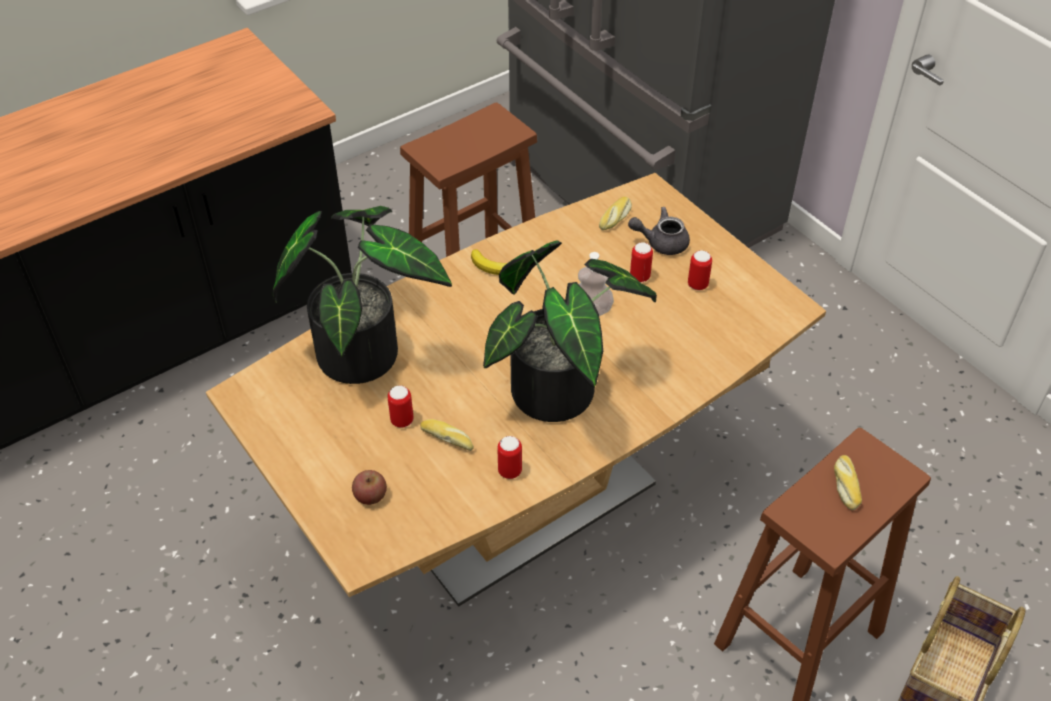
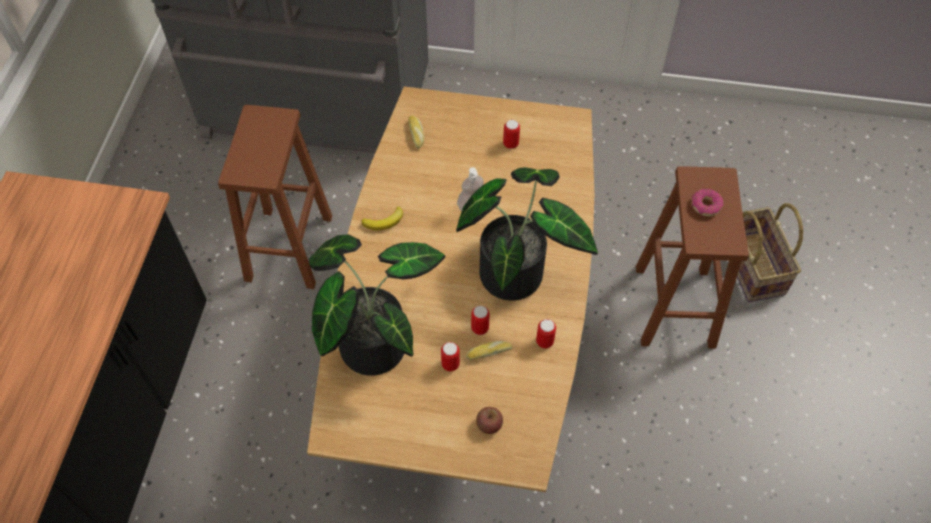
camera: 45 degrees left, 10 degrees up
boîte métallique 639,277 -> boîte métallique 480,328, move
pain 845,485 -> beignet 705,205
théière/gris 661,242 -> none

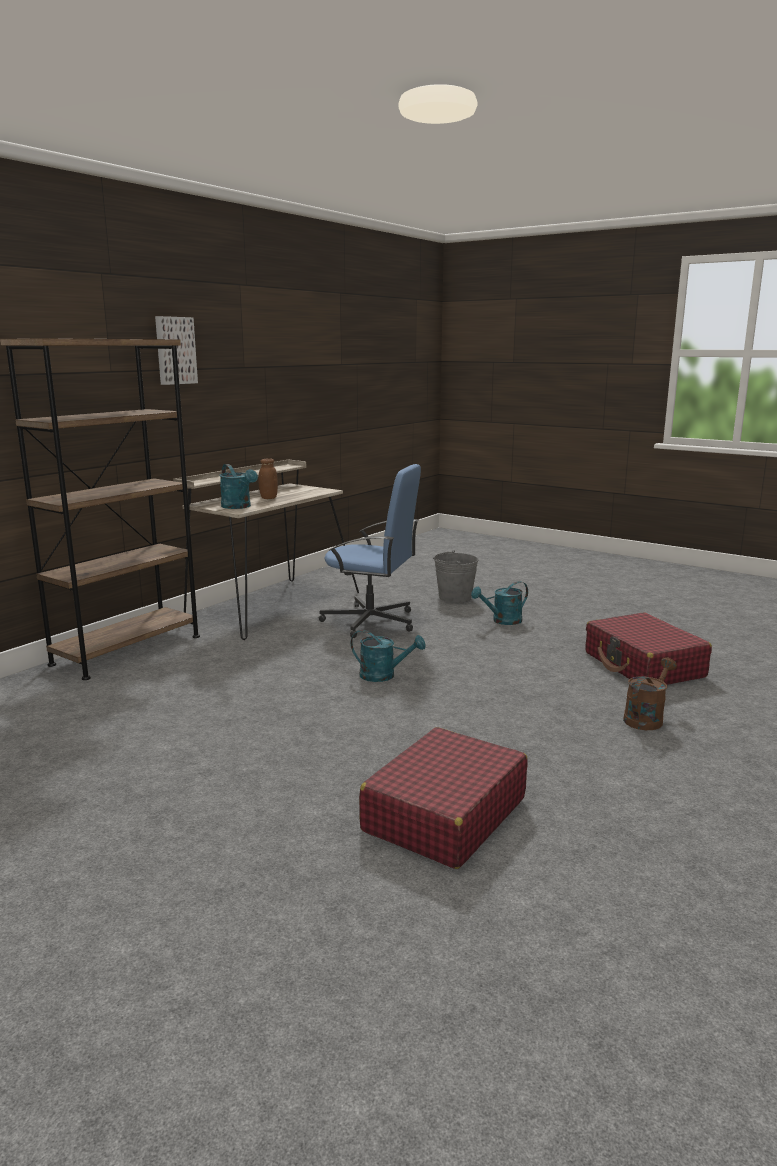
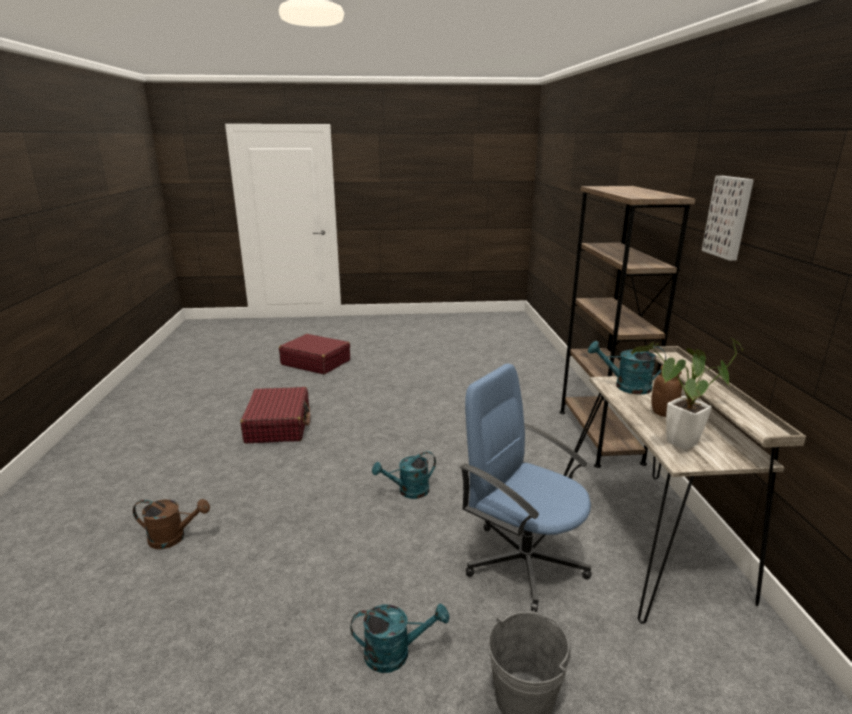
camera: 140 degrees right, 5 degrees up
arrosoir/marron 646,718 -> arrosoir/marron 173,538, 90 degrees counterclockwise
valise/rouge 643,665 -> valise/rouge 315,362, move
arrosoir/turquoise 502,621 -> arrosoir/turquoise 395,653, 60 degrees clockwise
chaise de bureau/bleu 371,621 -> chaise de bureau/bleu 523,561, 60 degrees clockwise
none -> plante en pot 677,445

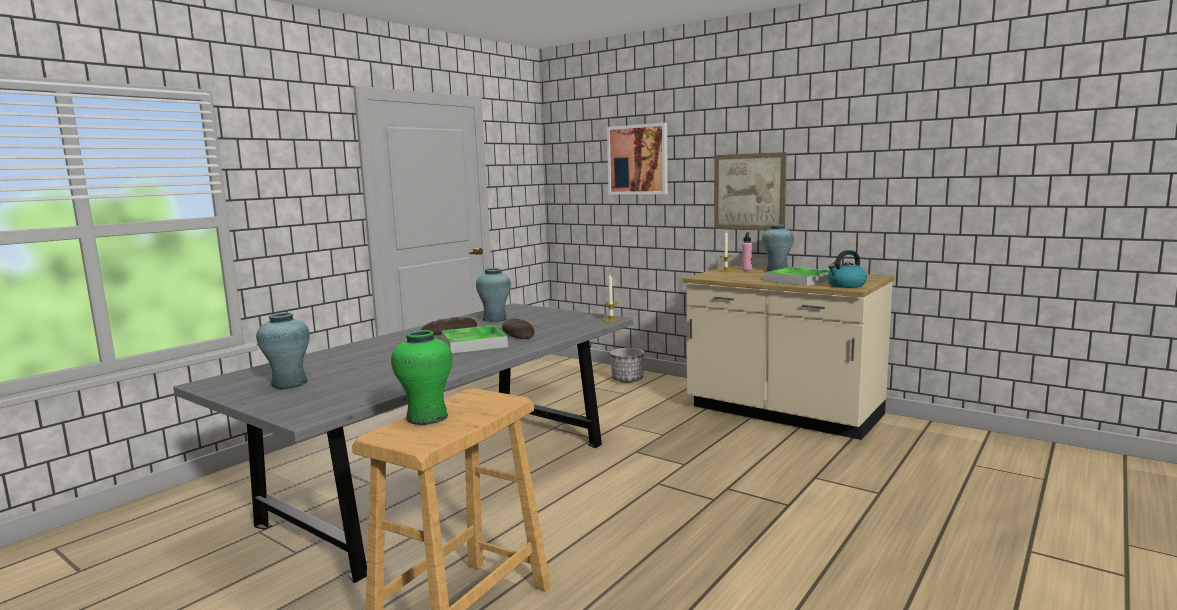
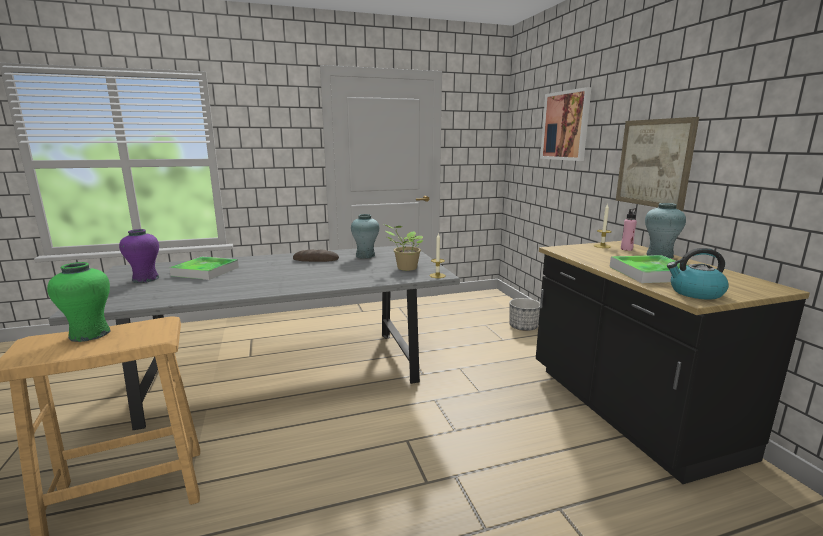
camera: 35 degrees right, 5 degrees up
vase/turquoise 289,384 -> vase/violet 145,279
plateau 474,344 -> plateau 205,271, move
none -> plante en pot 405,268
comptoir de cuisine/beige 783,412 -> comptoir de cuisine/noir 628,410
pain 518,333 -> none

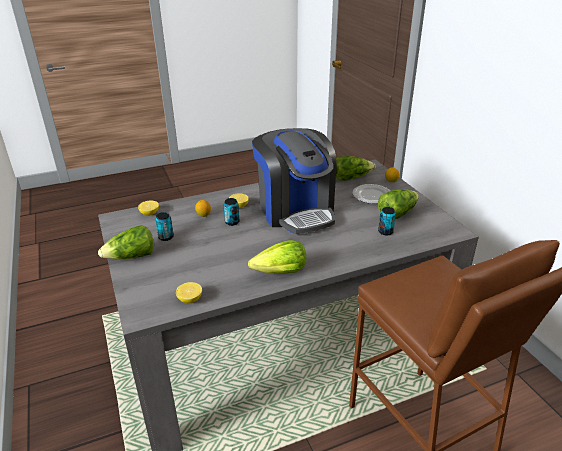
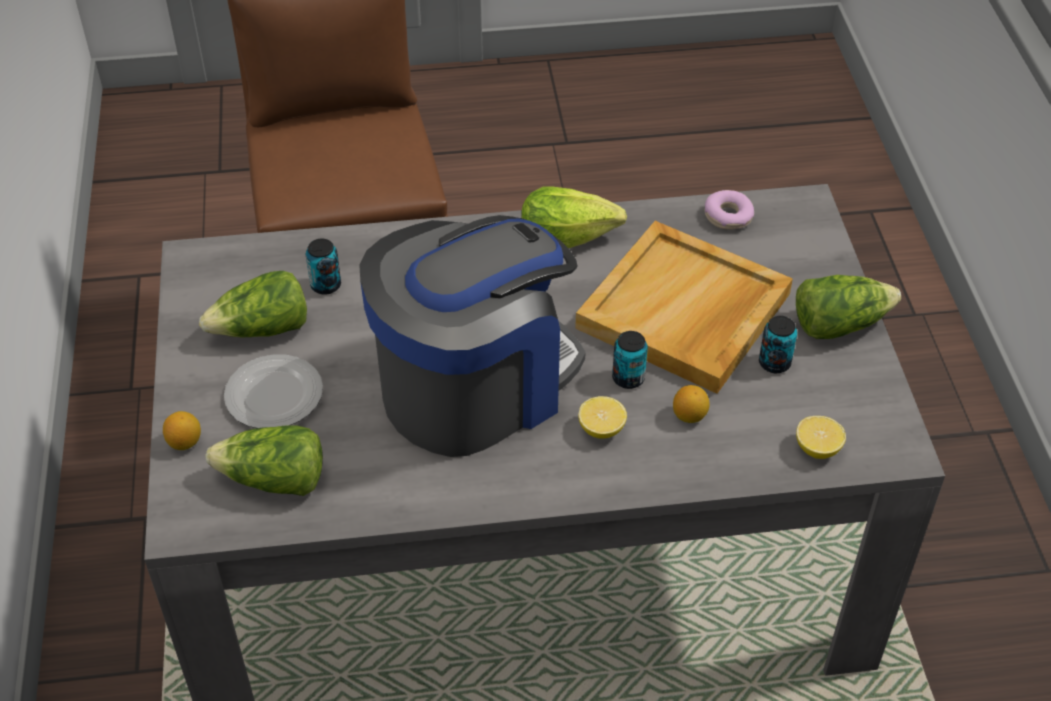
camera: 165 degrees left, 15 degrees up
machine à café 295,210 -> machine à café 475,385, 60 degrees clockwise
none -> plateau/beige 684,312
citron 190,299 -> beignet 728,216

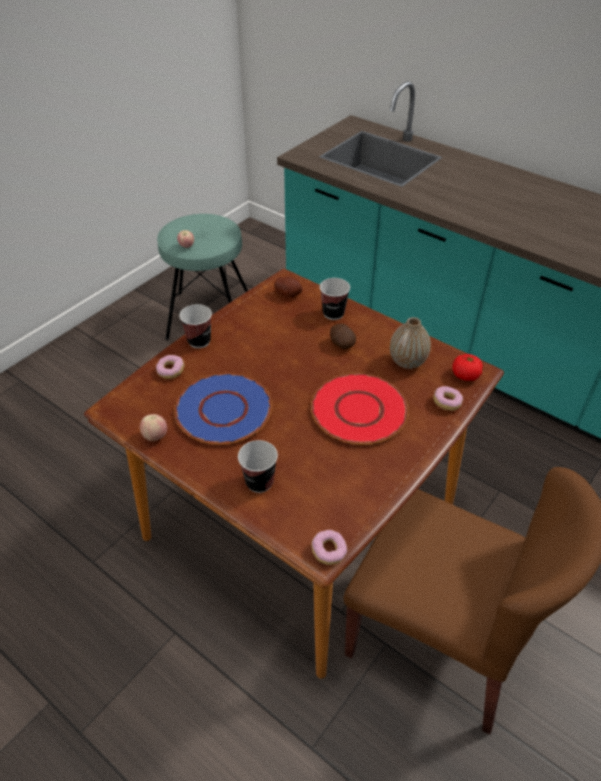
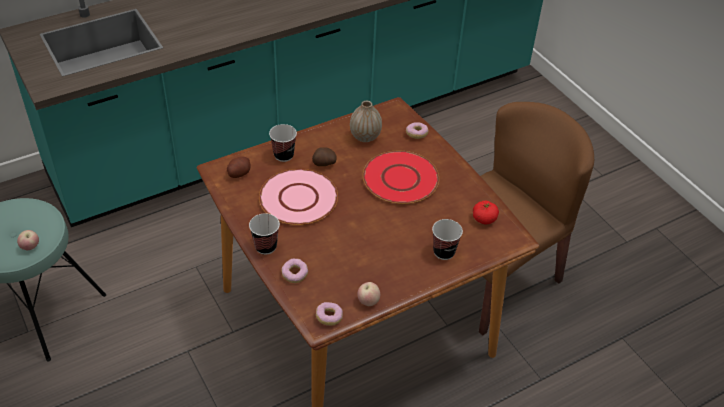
camera: 70 degrees left, 0 degrees up
none -> assiette/rose 298,198
beignet 329,551 -> beignet 329,317, move
tomate 465,375 -> tomate 484,219, move
assiette/bleu 223,409 -> none

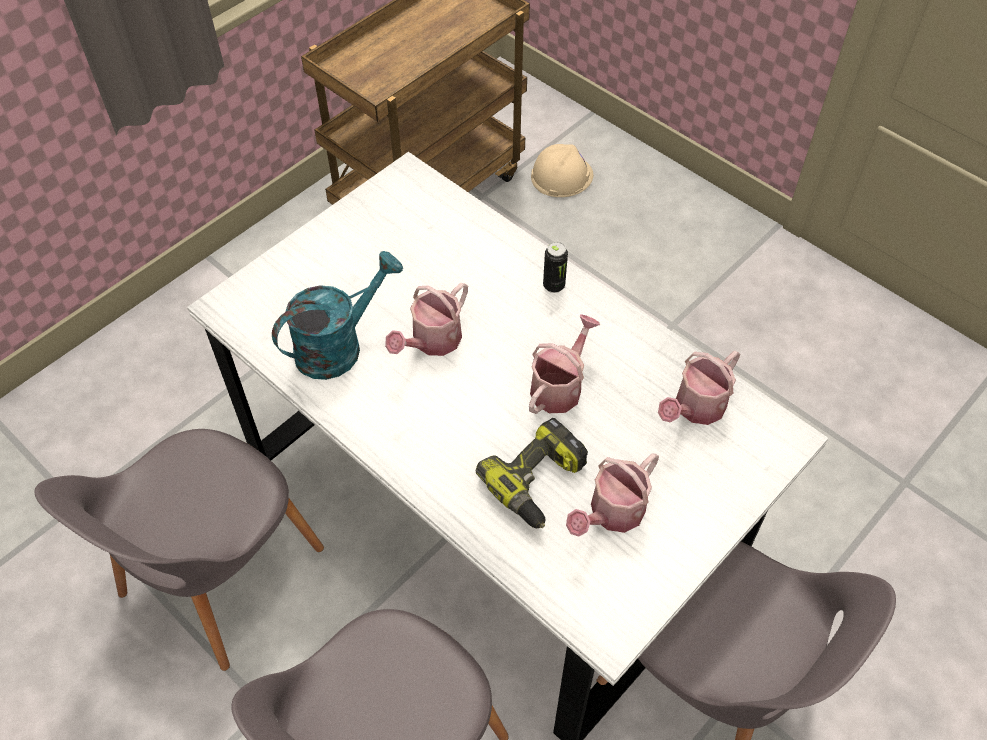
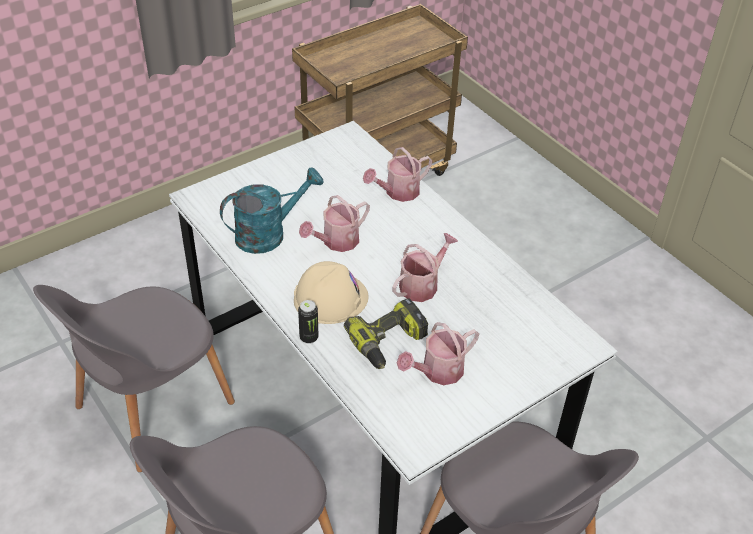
camera: 10 degrees right, 10 degrees down
casque de chantier/beige 561,176 -> casque de chantier/beige 330,298, move
boîte métallique 553,286 -> boîte métallique 309,337, move
arrosoir 695,408 -> arrosoir 398,192, move

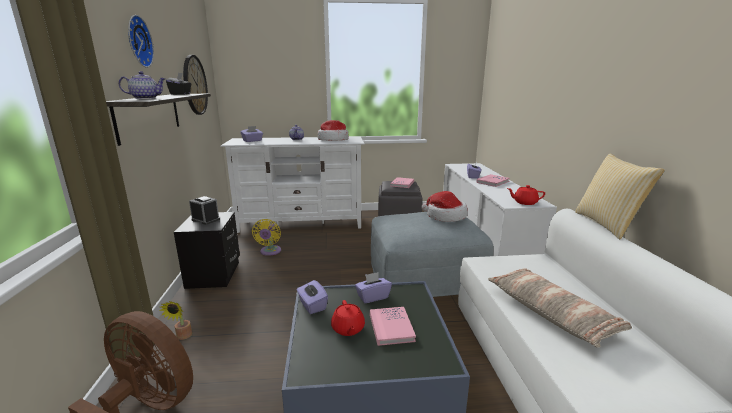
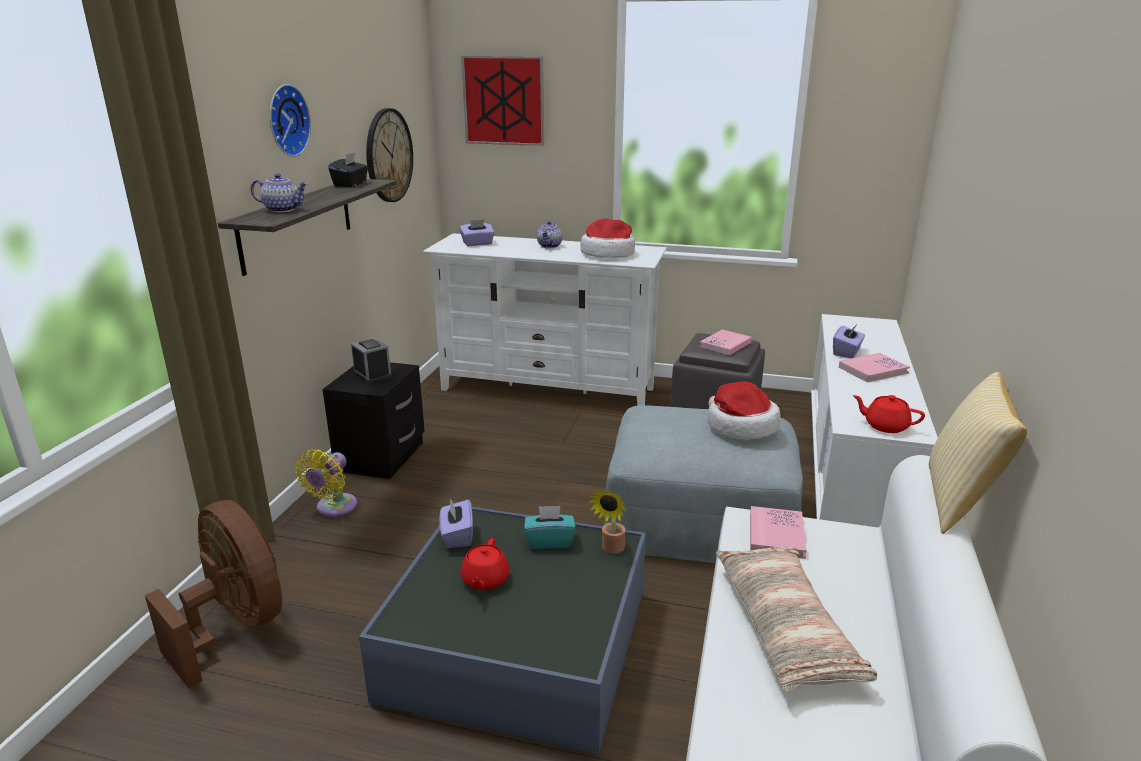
camera: 20 degrees right, 5 degrees up
ventilateur/jaune 270,252 -> ventilateur/jaune 334,508, move
none -> tableau 503,100
boîte à mouchoirs/violet 372,297 -> boîte à mouchoirs/turquoise 549,541
plante en pot 182,337 -> plante en pot 611,549, move
livre/rose 391,327 -> livre/rose 776,535, move

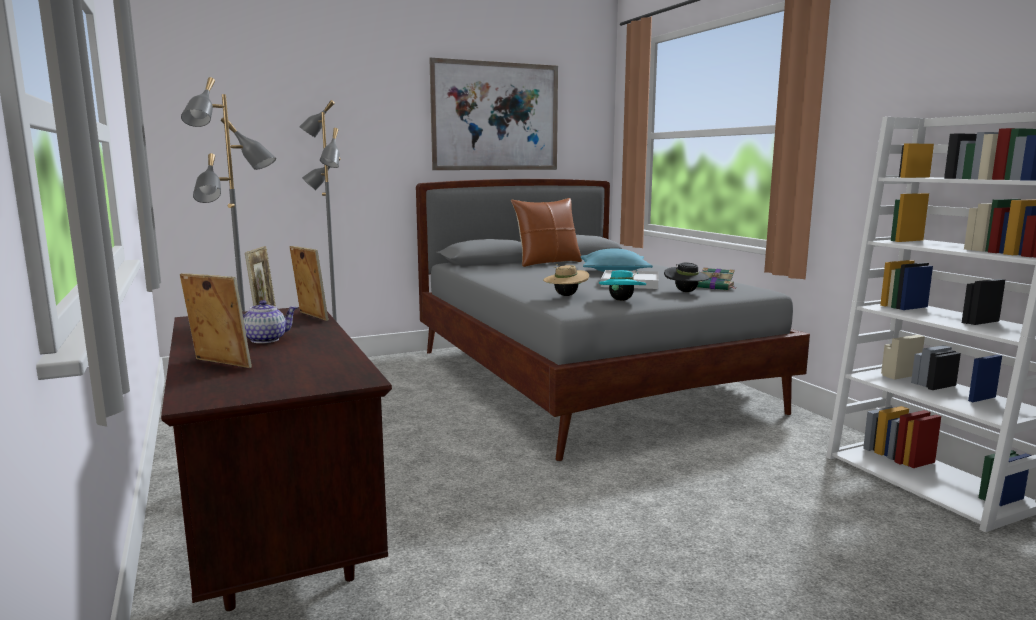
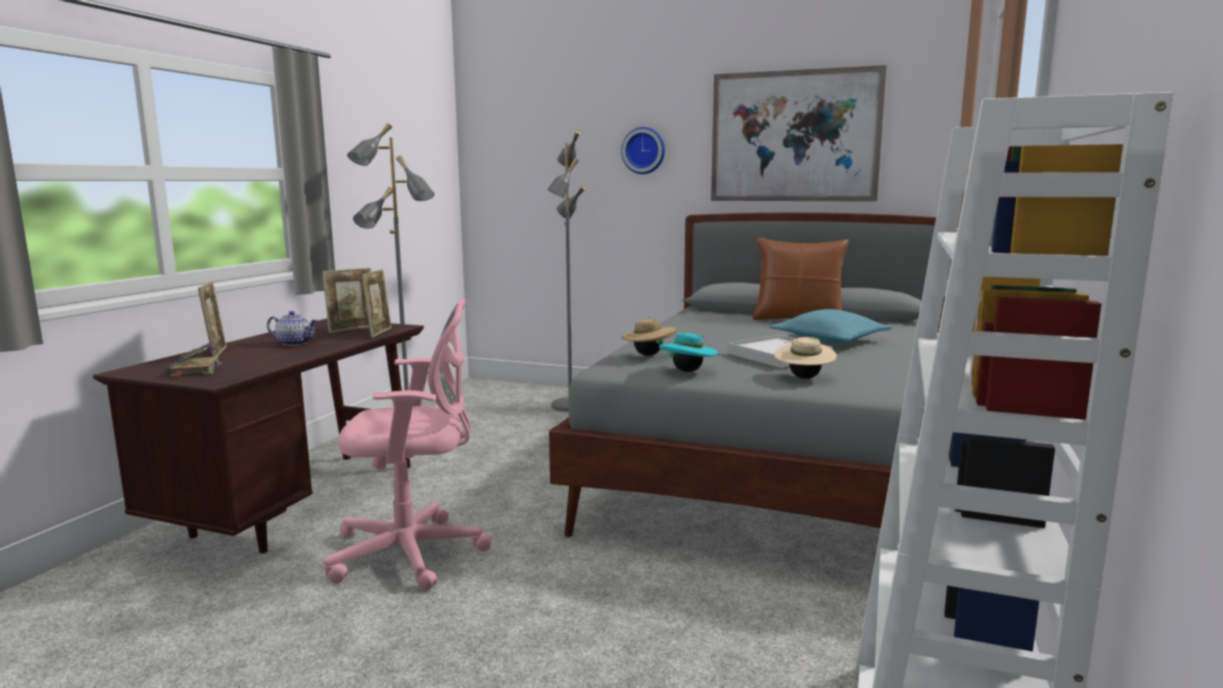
camera: 45 degrees right, 0 degrees up
livre 716,287 -> livre 195,370, move
none -> chaise de bureau/rose 414,553
none -> horloge murale 644,150
chapeau/noir 685,292 -> chapeau/beige 803,377

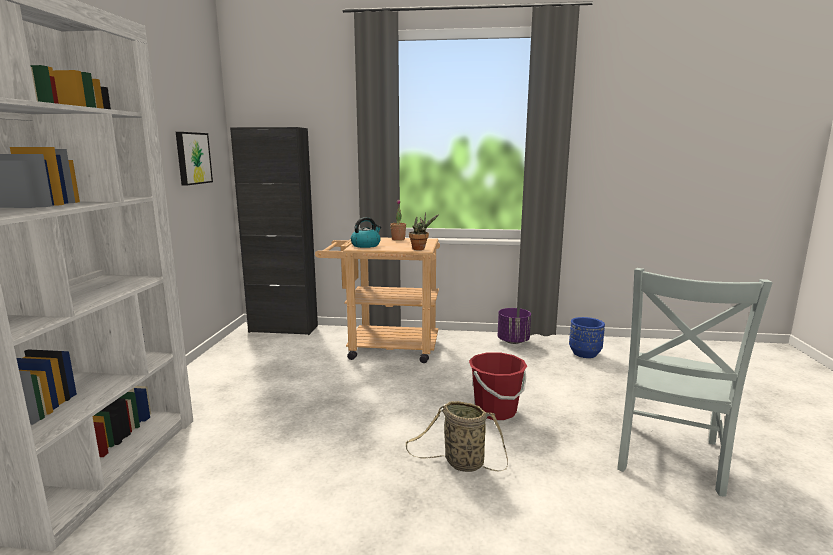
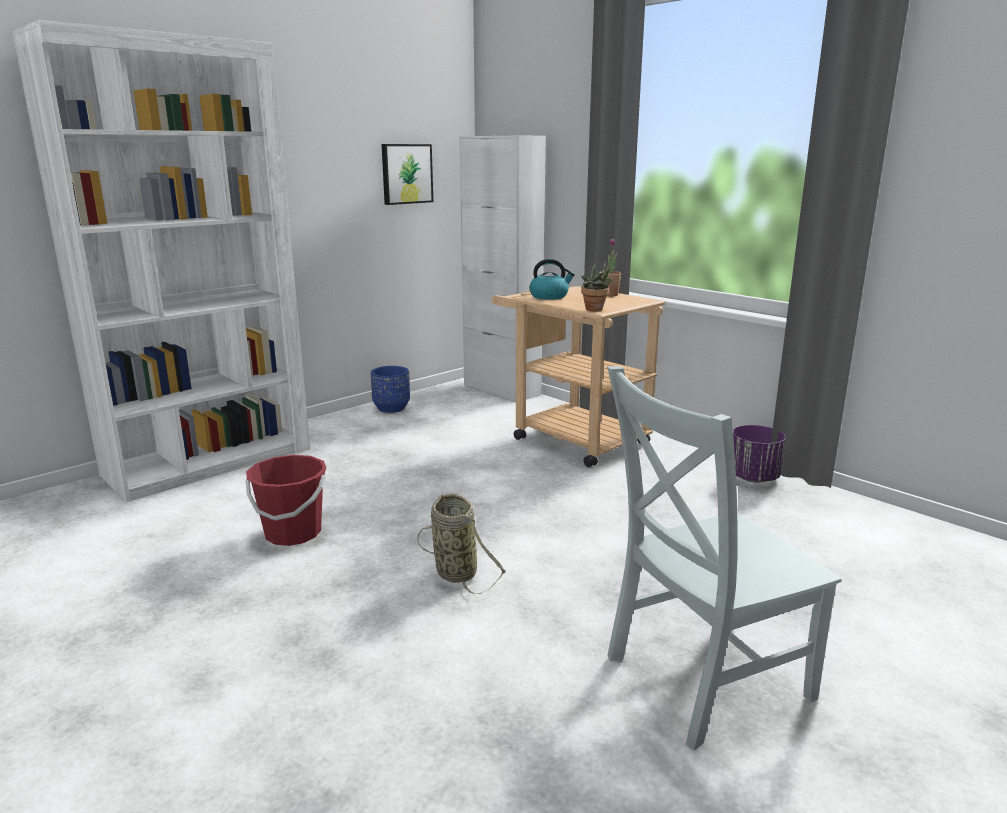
camera: 40 degrees right, 5 degrees up
seau/rouge 495,411 -> seau/rouge 293,533, move
cache-pot/bleu 584,353 -> cache-pot/bleu 391,408, move
meuble de rangement/noir 283,329 -> meuble de rangement/blanc 501,390

